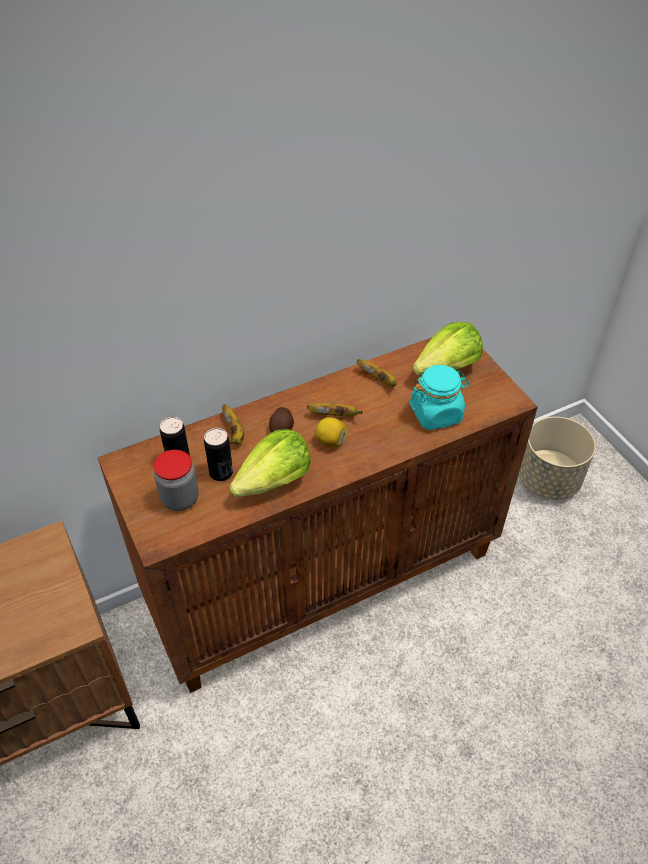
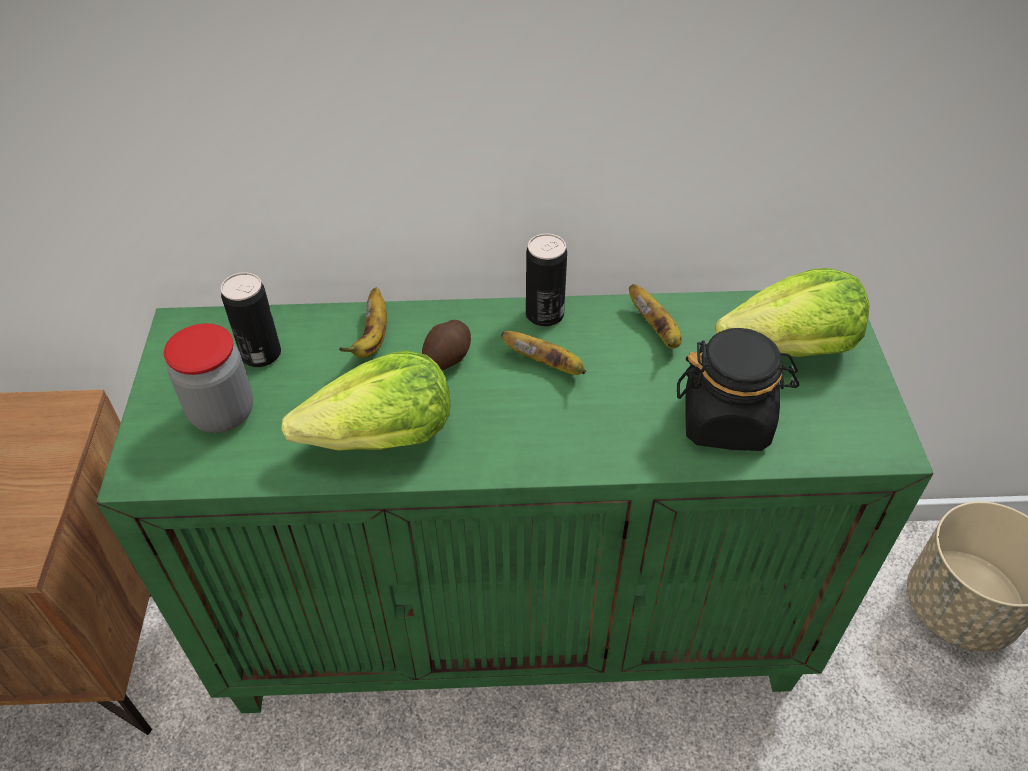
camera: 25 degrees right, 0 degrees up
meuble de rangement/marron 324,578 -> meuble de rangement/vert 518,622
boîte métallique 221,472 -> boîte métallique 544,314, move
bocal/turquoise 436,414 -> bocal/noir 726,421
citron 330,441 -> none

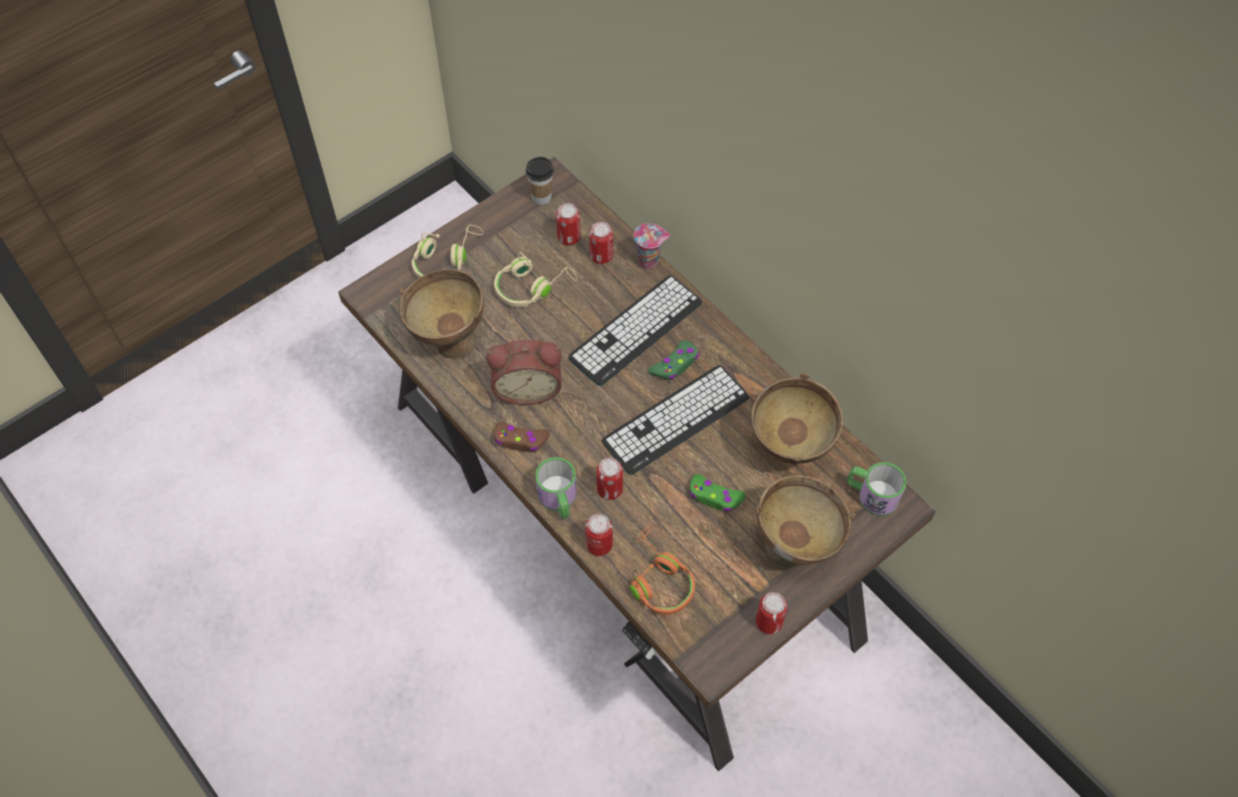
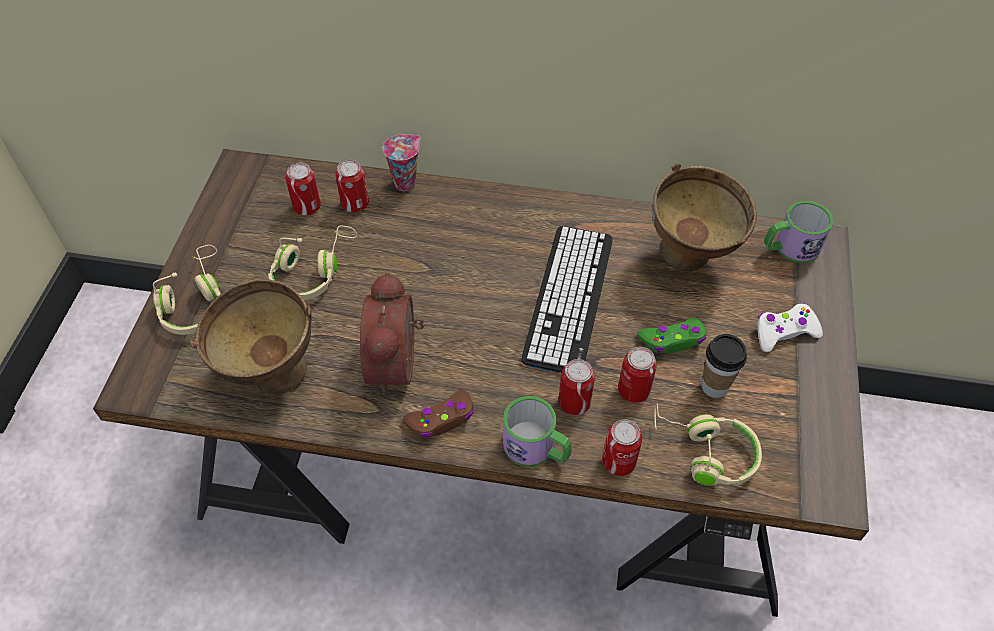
camera: 40 degrees left, 5 degrees down
réveil 527,387 -> réveil 398,364, 135 degrees clockwise
boîte métallique 769,622 -> boîte métallique 633,390, move
casque audio/orange 658,579 -> casque audio/beige 704,452
tasse 541,197 -> tasse 714,386, move
bol/marron 797,547 -> manette/blanc 784,332
clavier 636,330 -> none
manette/vert 675,365 -> none

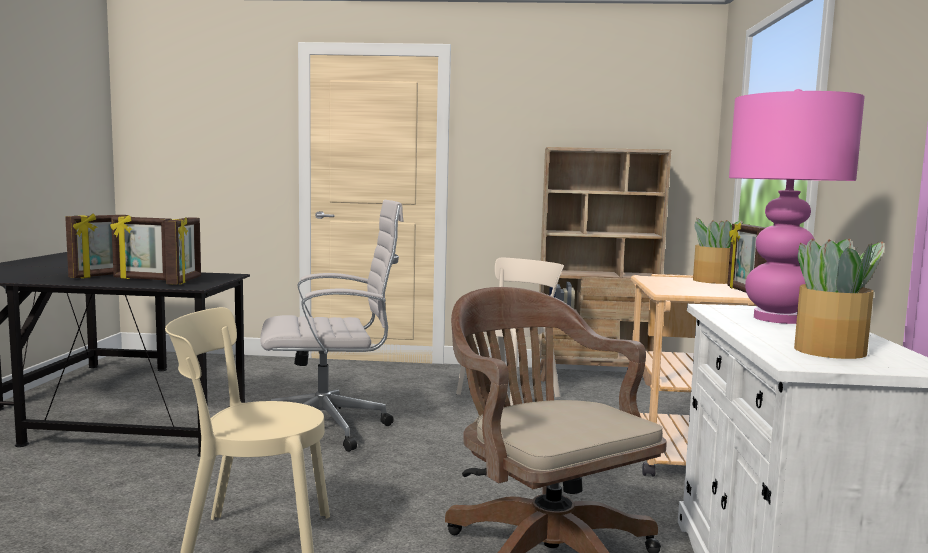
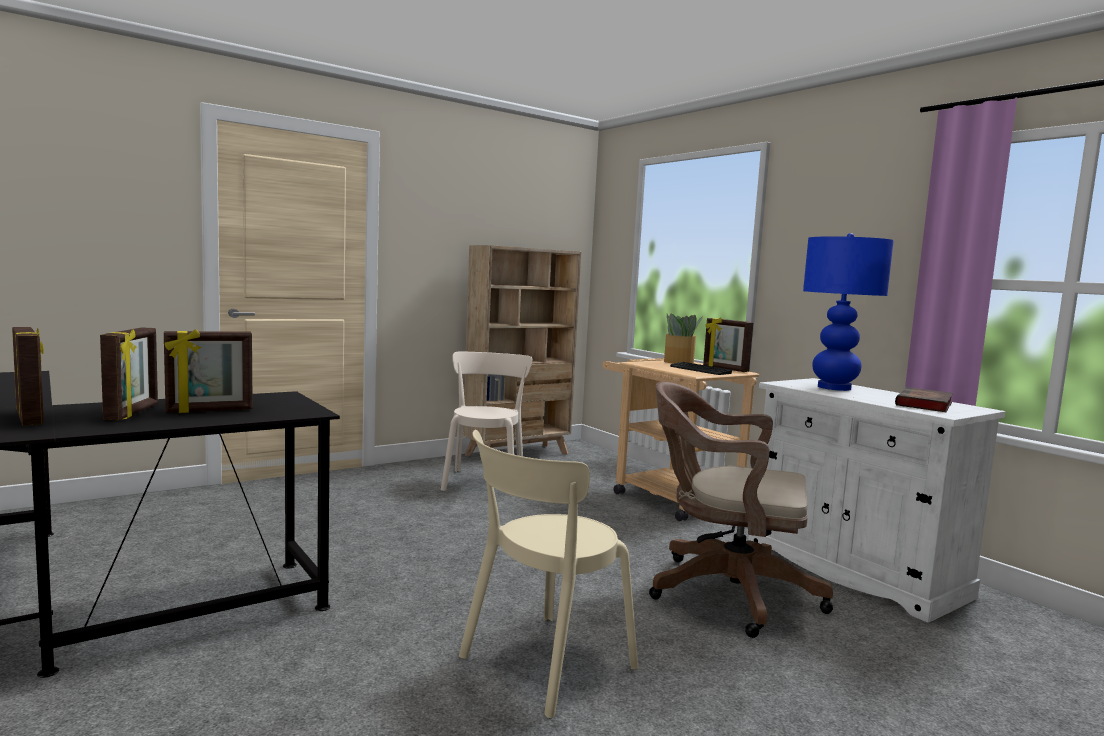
camera: 40 degrees left, 0 degrees up
cadre photo 185,281 -> cadre photo 31,417, move
none -> clavier 699,370
lampe de table/rose 779,319 -> lampe de table/bleu 834,387
plante en pot 832,351 -> livre 924,405
chaise de bureau/blanc 331,429 -> none

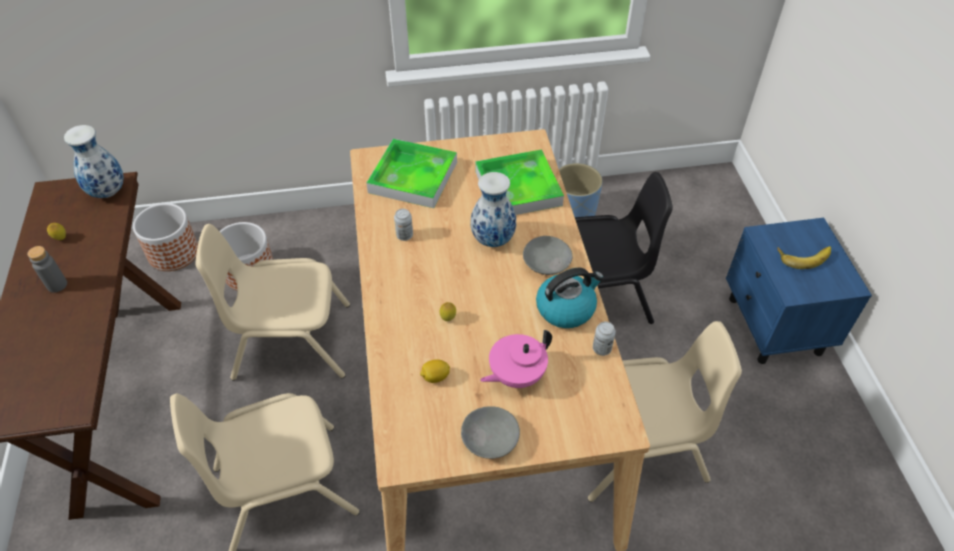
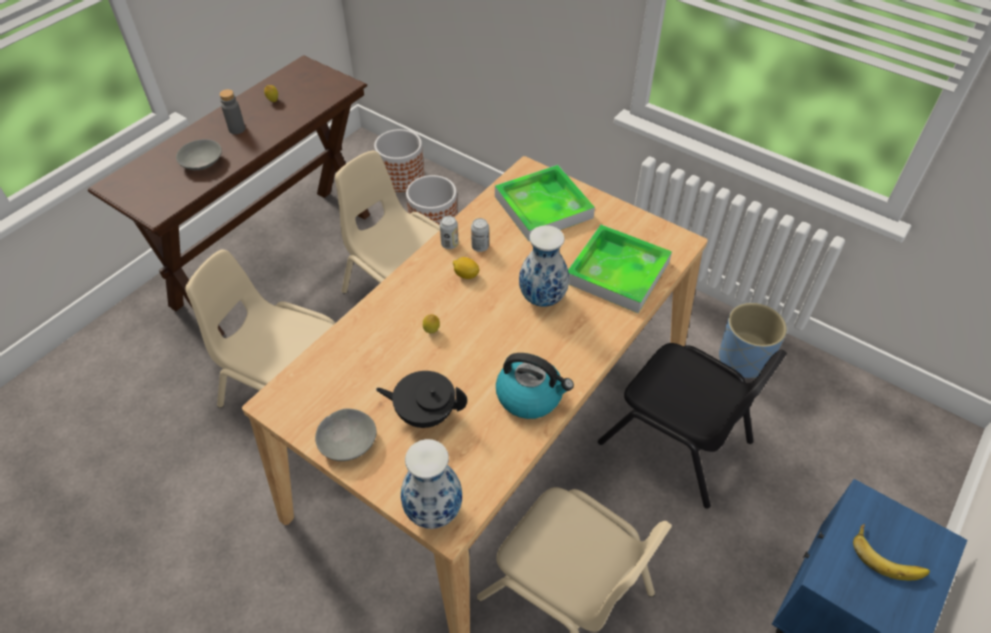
camera: 45 degrees right, 0 degrees up
bol/gris 547,263 -> bol/gris 201,162, move
théière/rose 516,375 -> théière/noir 425,413
vase 109,192 -> vase 434,512, move
boîte métallique 601,349 -> boîte métallique 449,244, move
citron 435,377 -> citron 466,275, move

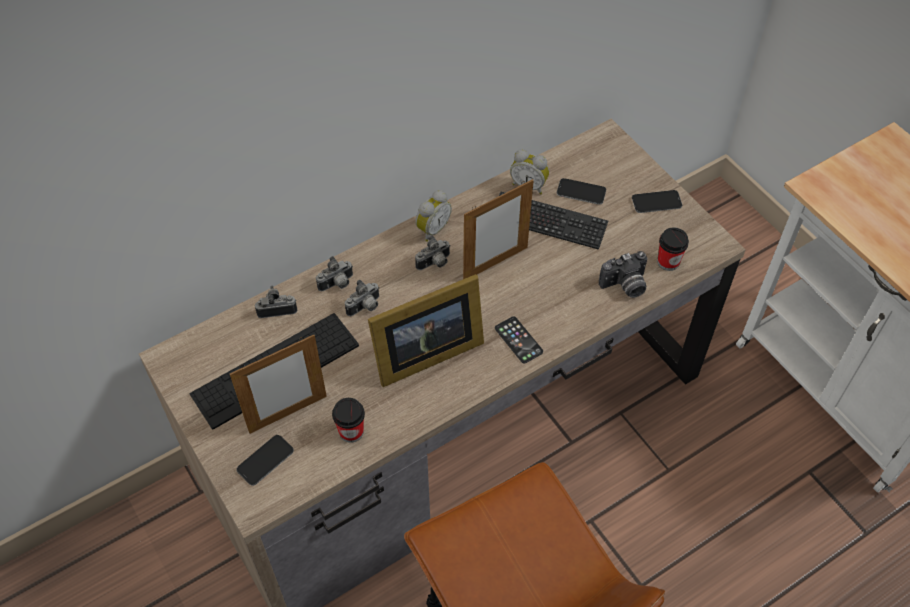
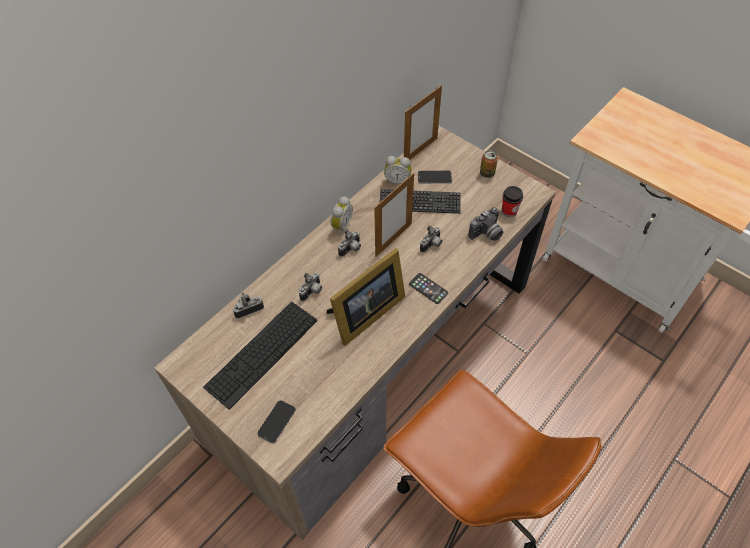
camera: 15 degrees left, 0 degrees up
cadre photo 288,414 -> cadre photo 420,151, move
appareil photo 337,284 -> appareil photo 432,245, move
téléphone 656,202 -> boîte métallique 487,173
tasse 351,431 -> none

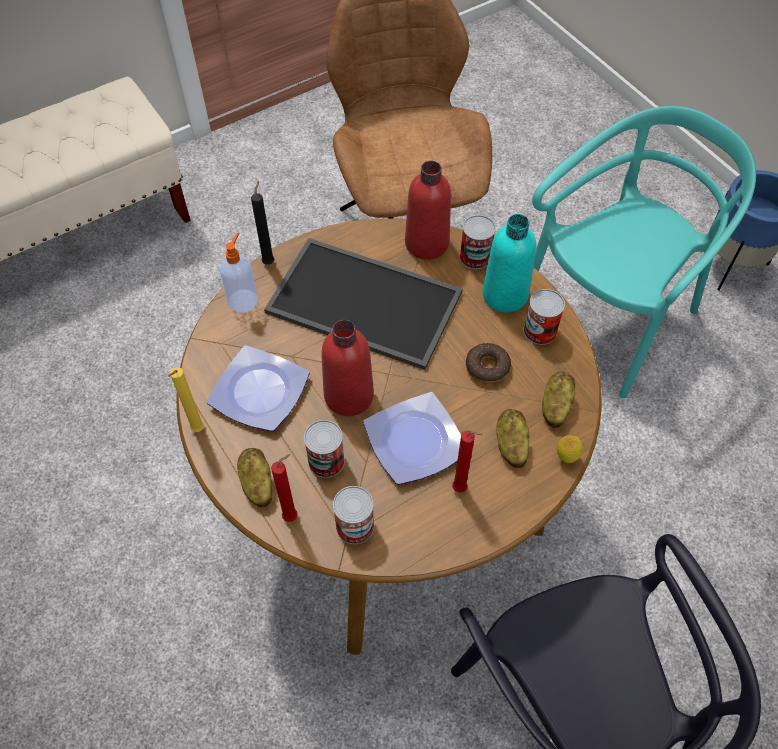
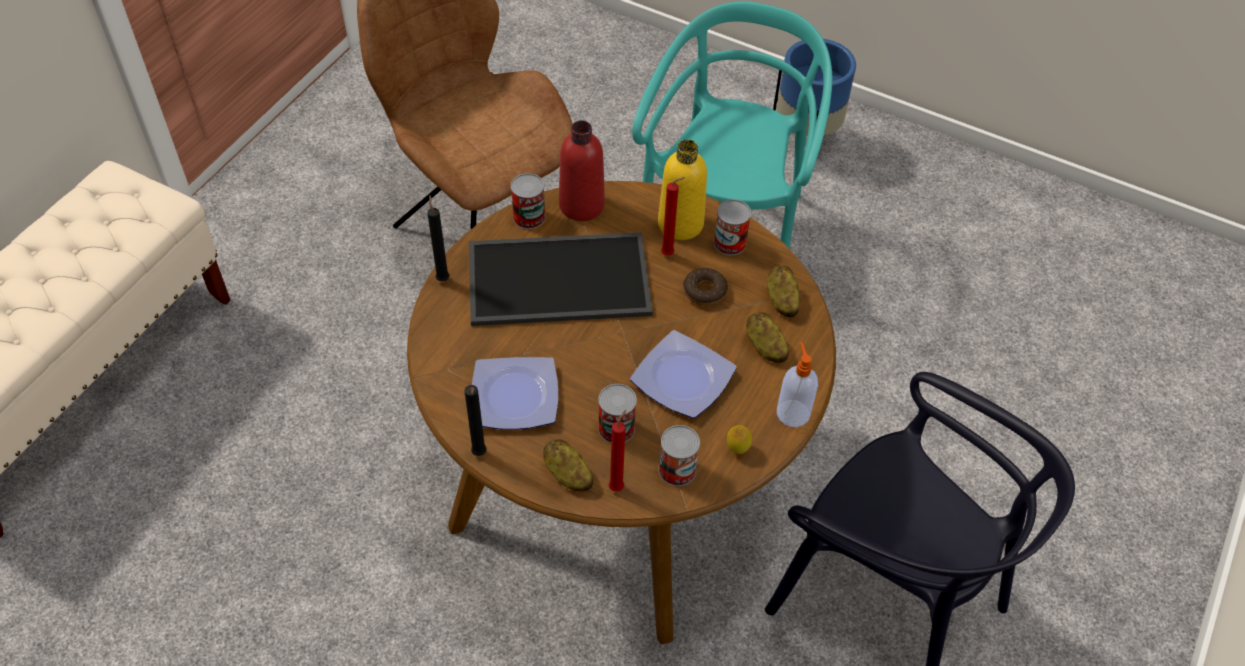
camera: 30 degrees left, 5 degrees down
bougie/jaune 197,431 -> bougie/noir 479,455
boîte métallique 475,257 -> boîte métallique 529,217, move
bouteille/turquoise 505,295 -> bouteille/jaune 680,224
bougie/rouge 461,489 -> bougie/rouge 669,254, move
citron 566,457 -> citron 737,449, move
distributeur de savon 243,300 -> distributeur de savon 792,412, move
bouteille/rouge 349,395 -> none

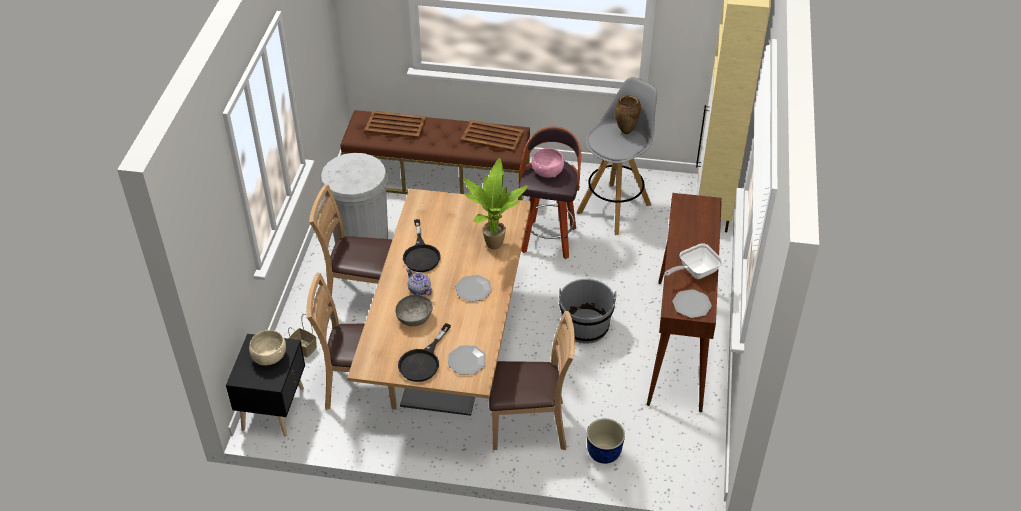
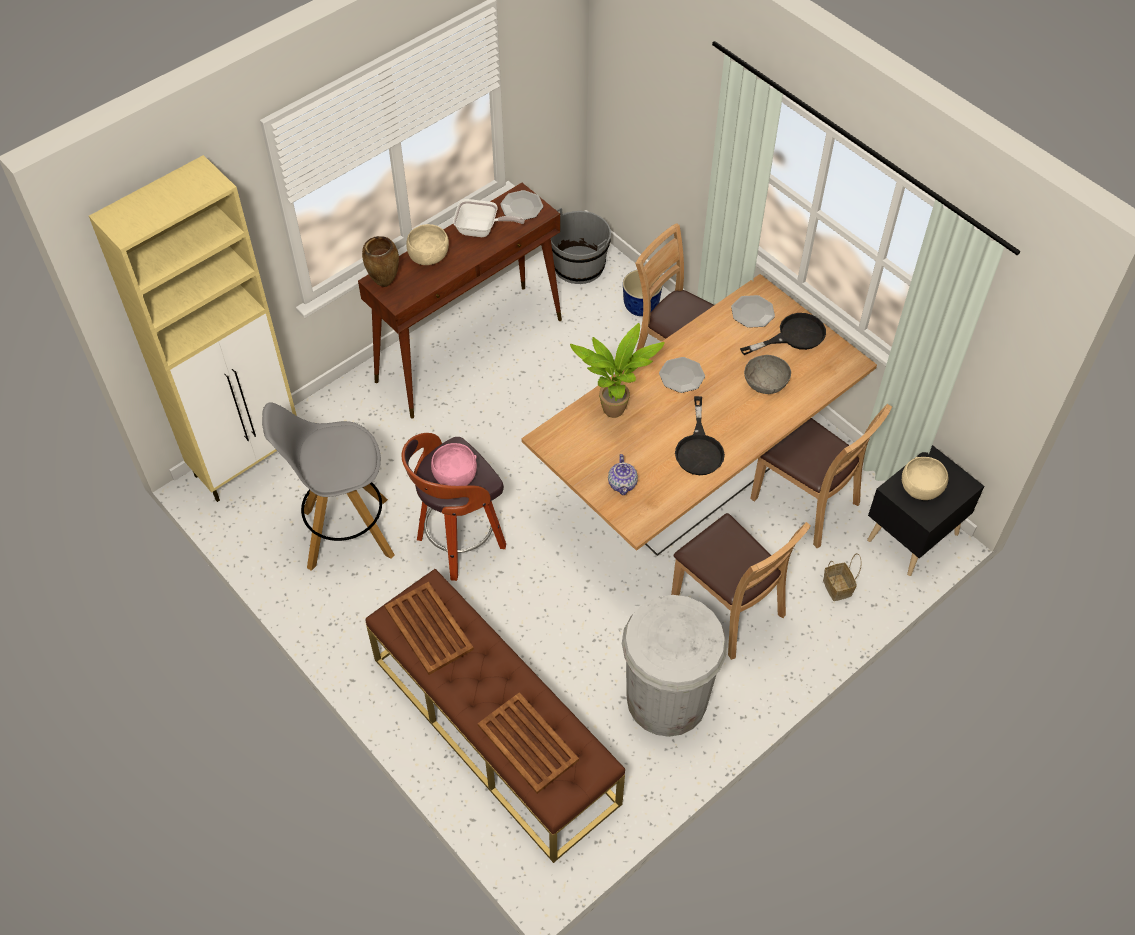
camera: 140 degrees left, 10 degrees up
vase/marron 625,131 -> vase/marron 384,284, move
none -> bol/beige 428,257
seau/gris 585,327 -> seau/gris 579,265, move
théière 419,290 -> théière 622,483, move
poêle/noir 421,254 -> poêle/noir 699,448, 150 degrees clockwise

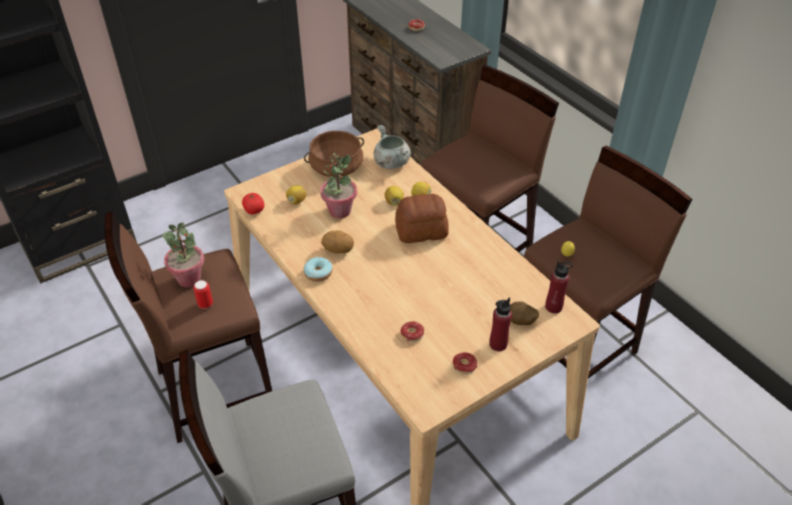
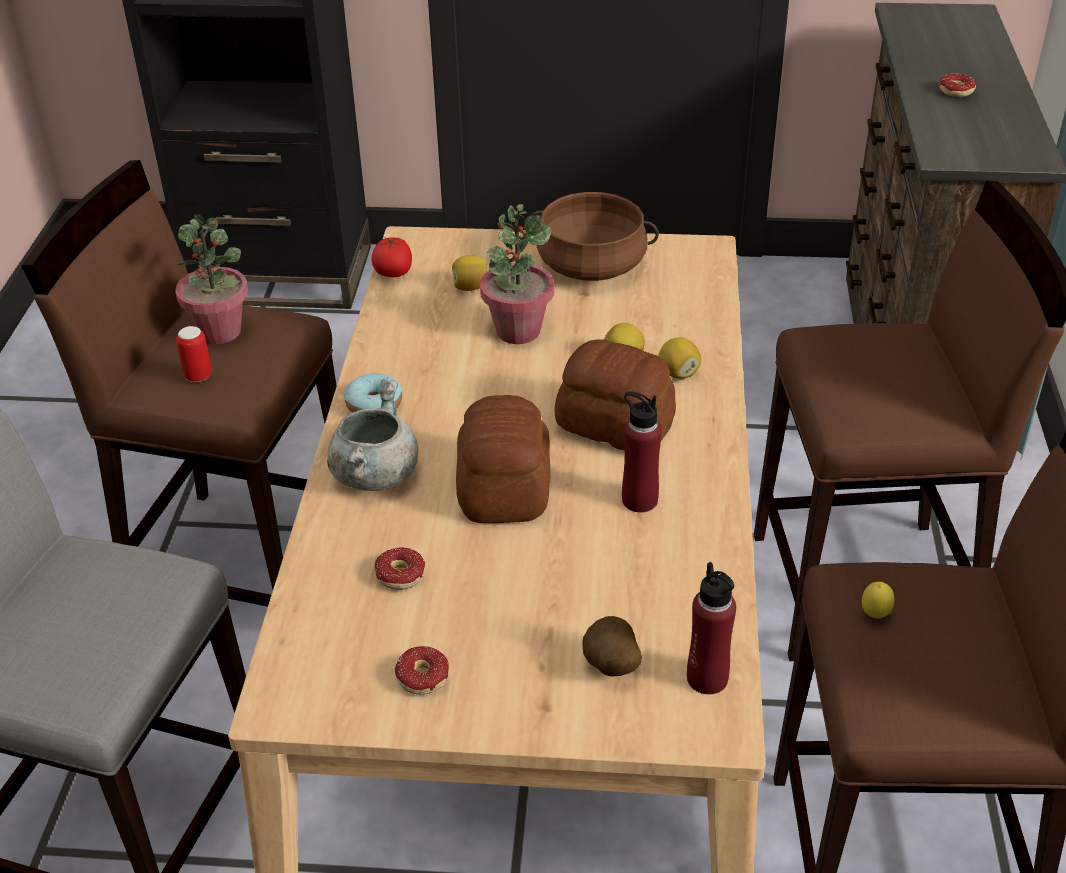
camera: 40 degrees right, 5 degrees down
marmite/gris 391,162 -> marmite/gris 374,473, move
none -> pain 502,488
bouteille/rouge 498,344 -> bouteille/rouge 639,500, move
pomme de terre 338,250 -> none

